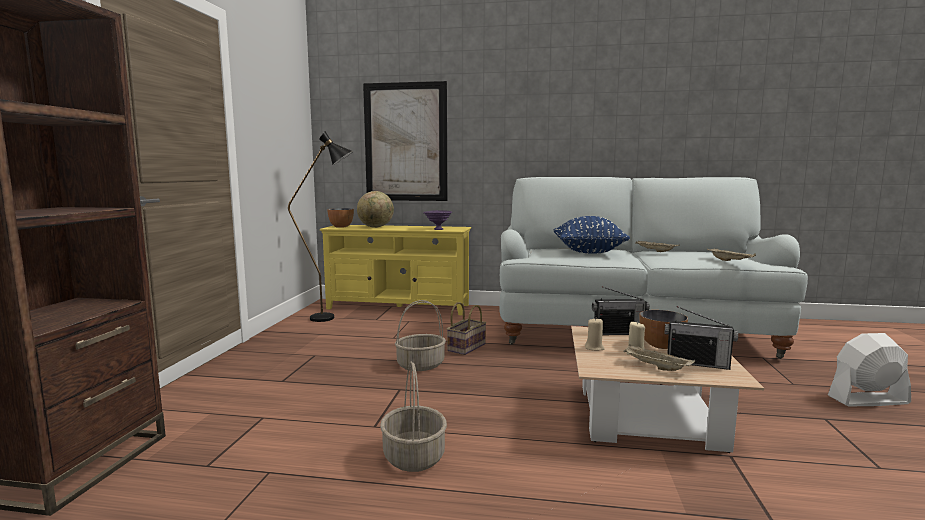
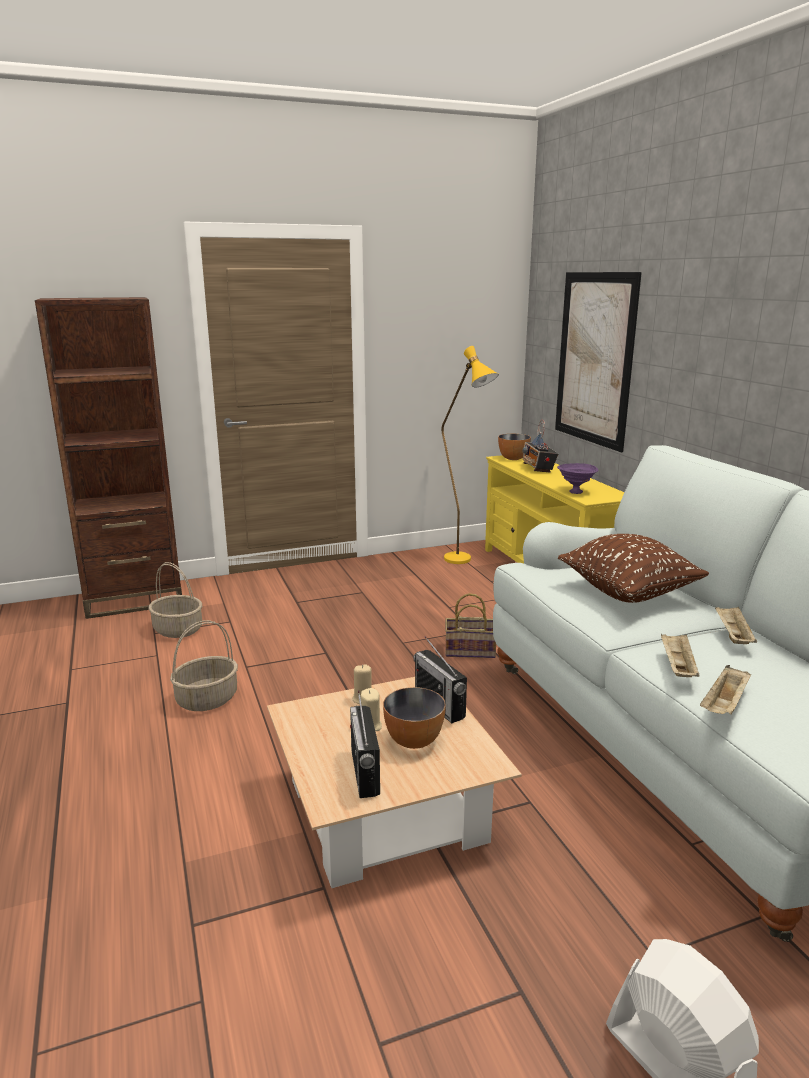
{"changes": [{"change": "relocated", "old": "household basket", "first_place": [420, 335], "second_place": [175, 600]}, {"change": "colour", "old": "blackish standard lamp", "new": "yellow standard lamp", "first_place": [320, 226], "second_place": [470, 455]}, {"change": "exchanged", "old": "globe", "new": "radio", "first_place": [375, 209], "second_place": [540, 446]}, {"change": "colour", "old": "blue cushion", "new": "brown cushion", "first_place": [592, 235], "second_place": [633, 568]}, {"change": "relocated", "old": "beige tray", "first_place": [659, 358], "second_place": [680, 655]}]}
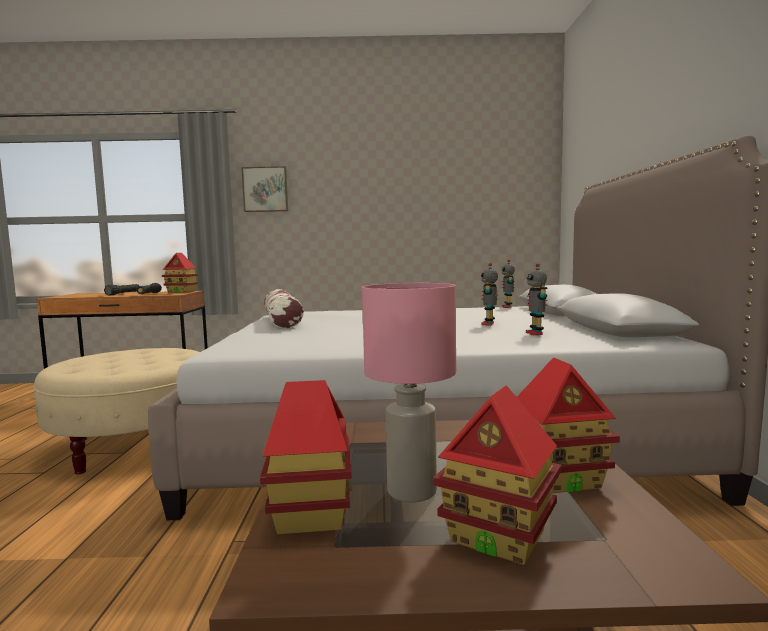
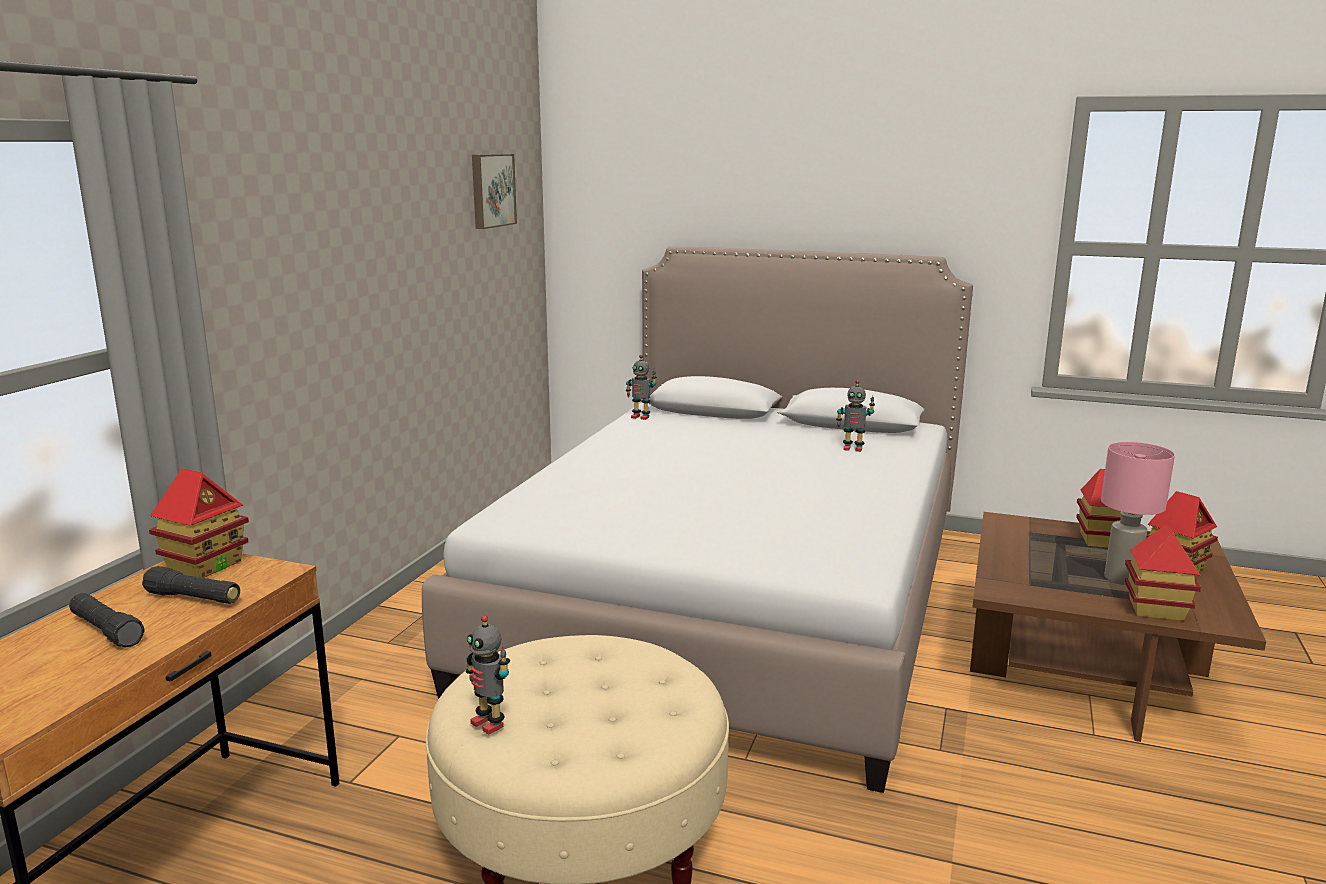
{"changes": [{"change": "relocated", "old": "model robot", "first_place": [489, 294], "second_place": [488, 675]}, {"change": "relocated", "old": "wall picture", "first_place": [264, 189], "second_place": [494, 191]}, {"change": "missing", "old": "cushion", "first_place": [284, 308]}]}
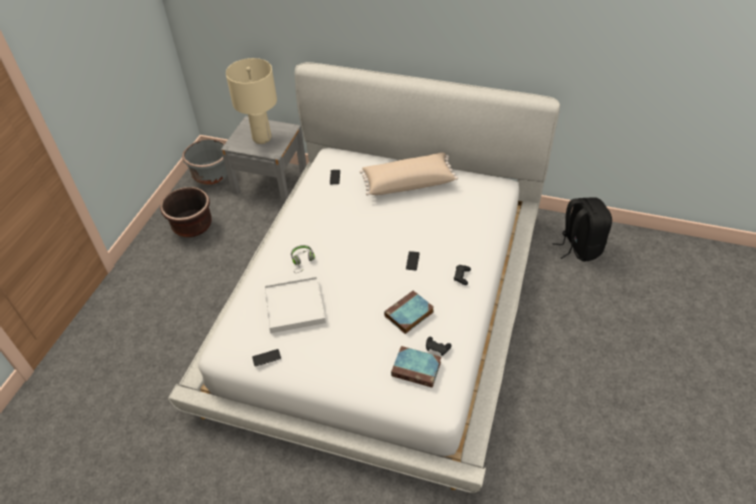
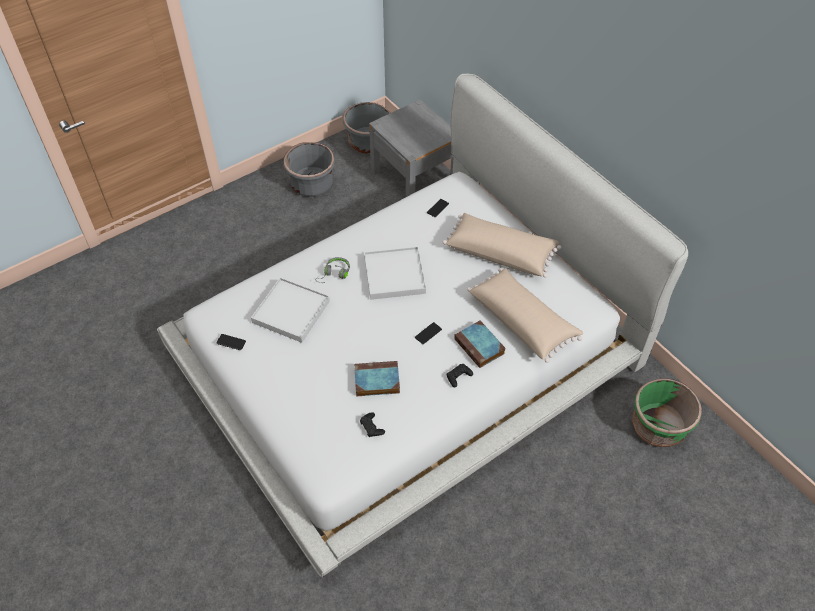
{"changes": [{"change": "colour", "old": "brown plant pot", "new": "gray plant pot", "first_place": [186, 212], "second_place": [309, 169]}, {"change": "appeared", "new": "white tray", "second_place": [395, 273]}, {"change": "relocated", "old": "bound book", "first_place": [416, 367], "second_place": [480, 344]}, {"change": "appeared", "new": "beige cushion", "second_place": [525, 315]}, {"change": "exchanged", "old": "blackish rucksack", "new": "greenish plant pot", "first_place": [582, 229], "second_place": [667, 412]}, {"change": "missing", "old": "beige lamp for a table", "first_place": [251, 101]}]}
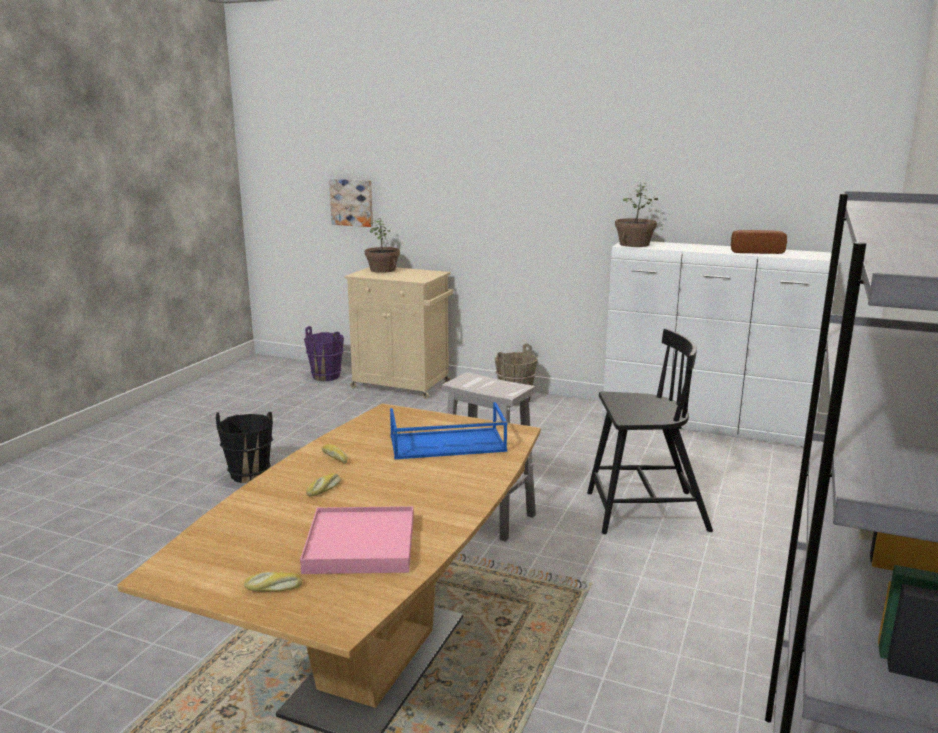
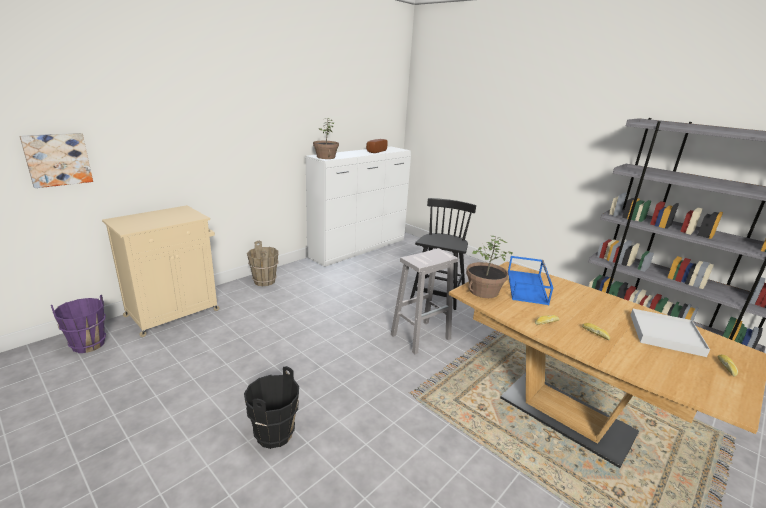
{"changes": [{"change": "relocated", "old": "plant in a pot", "first_place": [382, 245], "second_place": [489, 267]}, {"change": "colour", "old": "pinkish tray", "new": "white tray", "first_place": [356, 540], "second_place": [670, 333]}]}
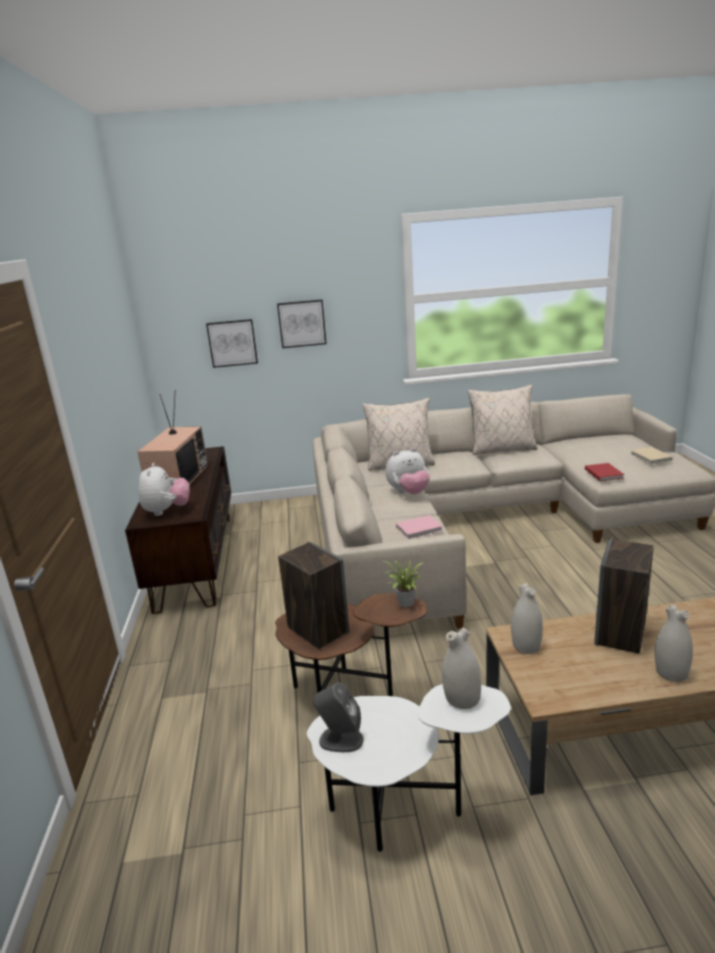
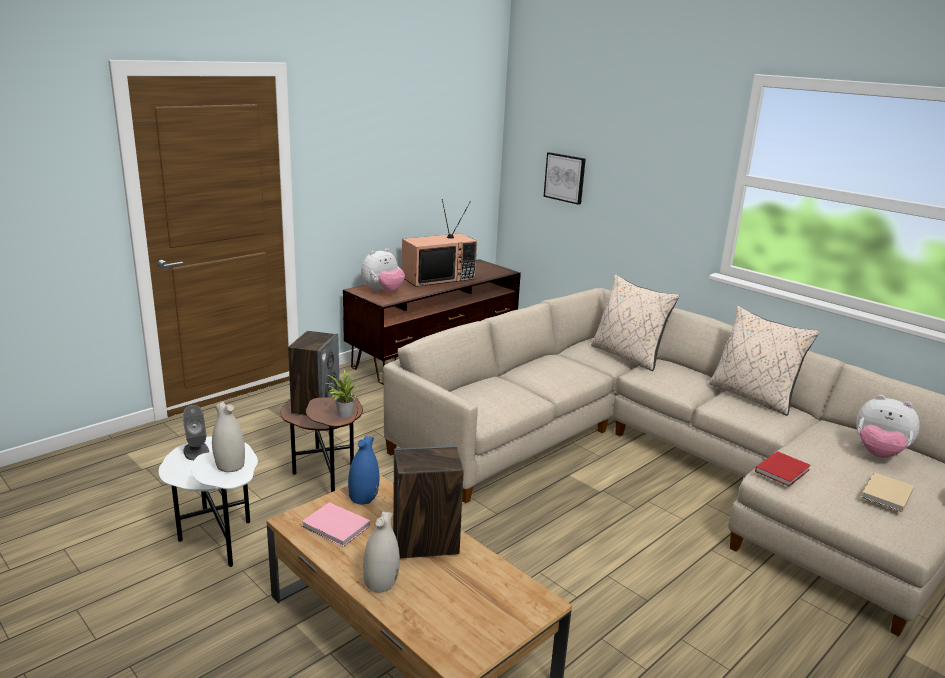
{"changes": [{"change": "relocated", "old": "pinkish bound book", "first_place": [419, 527], "second_place": [335, 524]}, {"change": "colour", "old": "white flower vase", "new": "blue flower vase", "first_place": [527, 618], "second_place": [363, 470]}, {"change": "relocated", "old": "plush toy", "first_place": [407, 471], "second_place": [888, 426]}, {"change": "missing", "old": "wall picture", "first_place": [302, 324]}]}
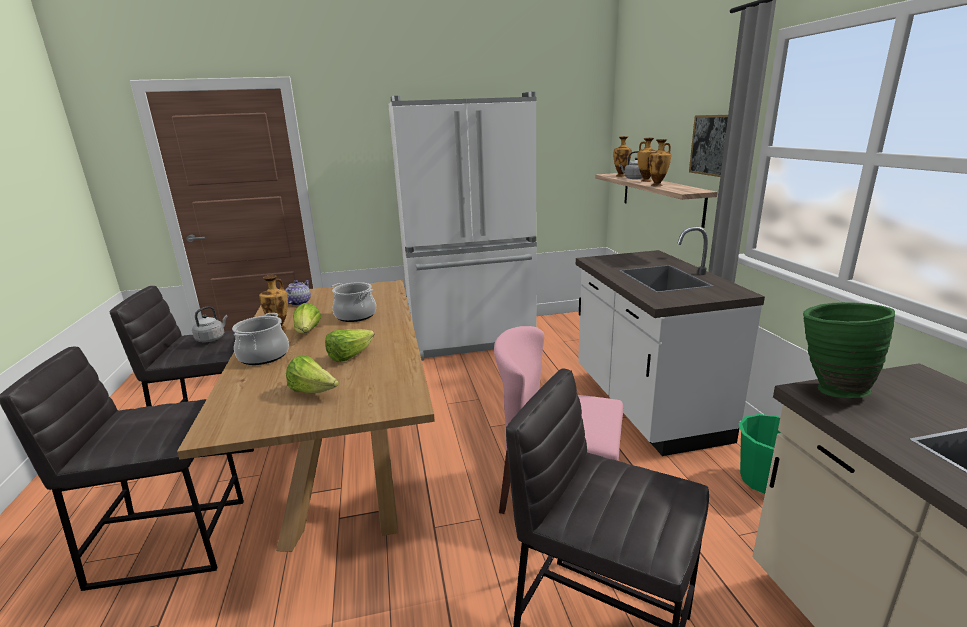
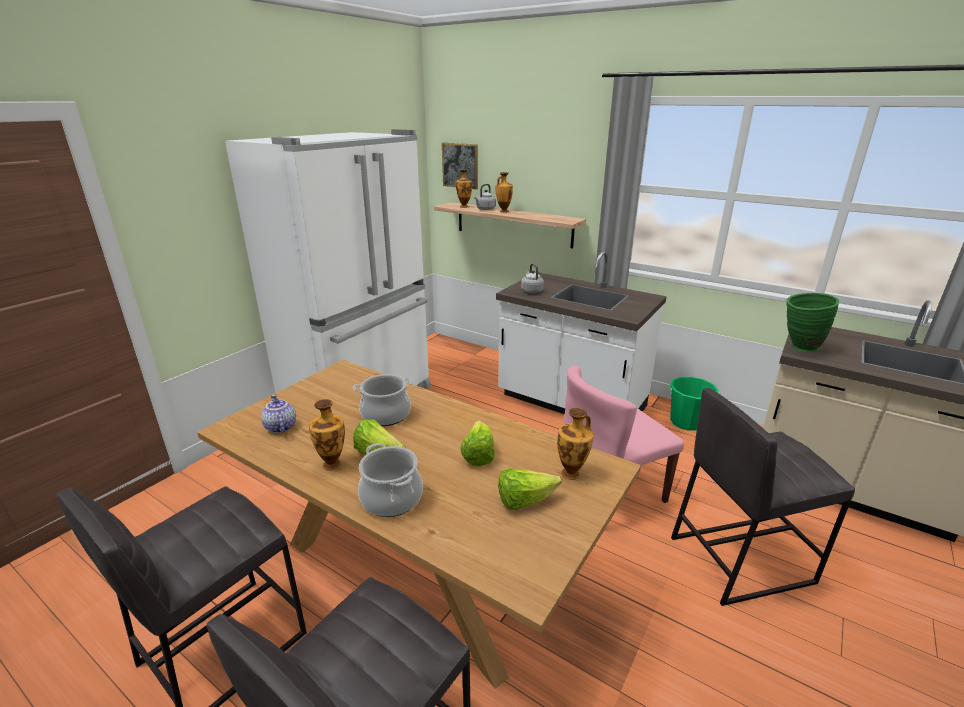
{"changes": [{"change": "relocated", "old": "wall picture", "first_place": [708, 146], "second_place": [460, 166]}, {"change": "relocated", "old": "gray water kettle", "first_place": [210, 324], "second_place": [532, 278]}, {"change": "relocated", "old": "flower vase", "first_place": [660, 162], "second_place": [575, 444]}]}
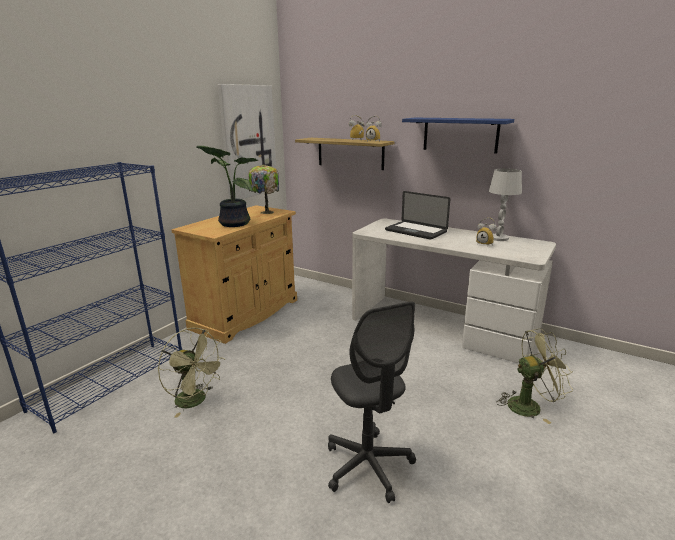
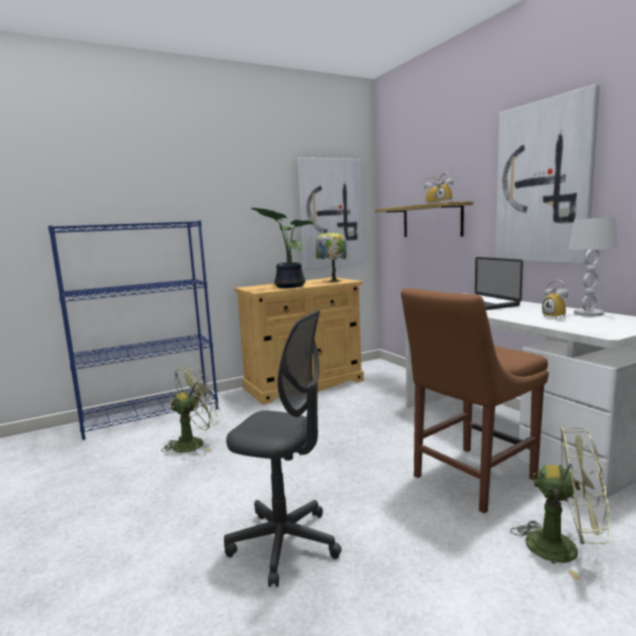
{"changes": [{"change": "spun", "old": "greenish cooling fan", "first_place": [192, 373], "second_place": [191, 408], "degrees": -105}, {"change": "spun", "old": "gray office chair", "first_place": [372, 402], "second_place": [283, 448], "degrees": -75}, {"change": "appeared", "new": "brown plain chair", "second_place": [475, 400]}, {"change": "exchanged", "old": "blue shelf", "new": "wall picture", "first_place": [458, 136], "second_place": [547, 174]}]}
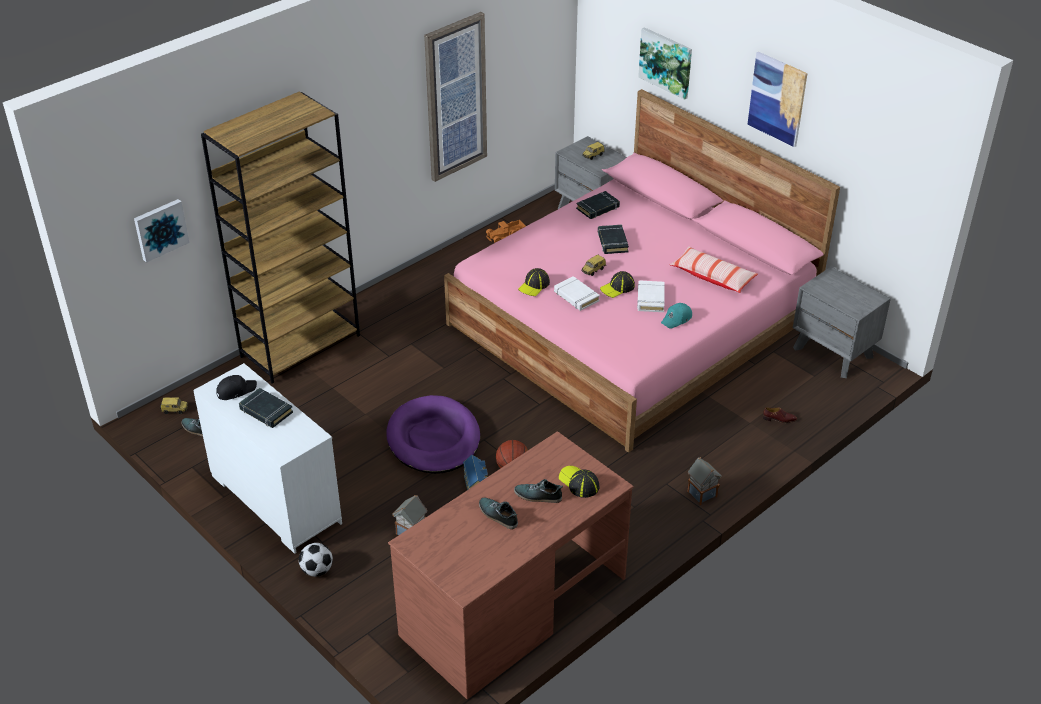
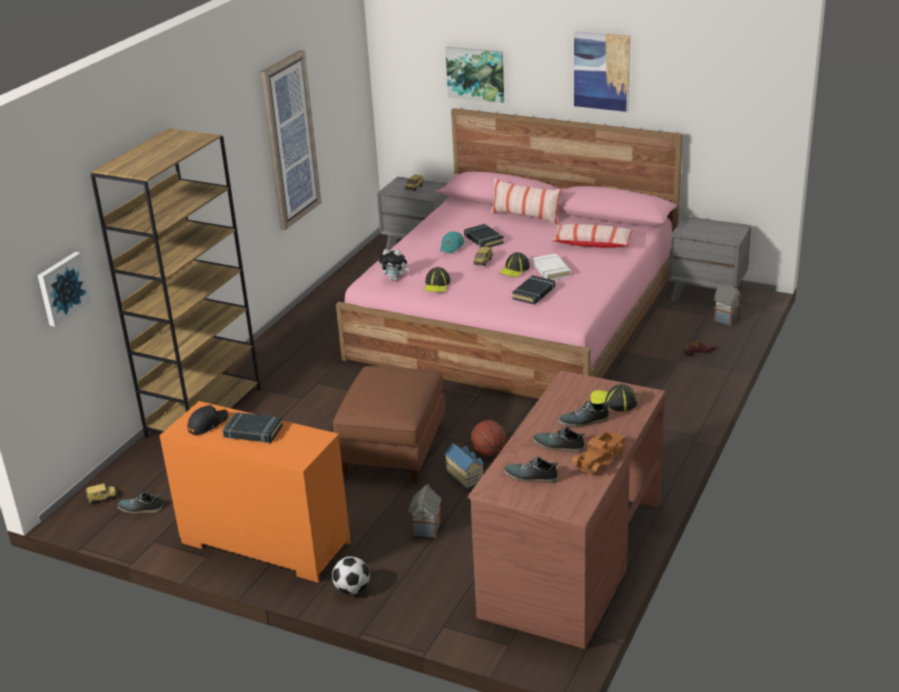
{"changes": [{"change": "colour", "old": "white dresser", "new": "orange-coloured dresser", "first_place": [267, 458], "second_place": [255, 492]}, {"change": "exchanged", "old": "purple-coloured dog bed", "new": "brown footrest", "first_place": [433, 434], "second_place": [389, 424]}, {"change": "appeared", "new": "plush toy", "second_place": [394, 265]}, {"change": "relocated", "old": "turquoise cap", "first_place": [676, 316], "second_place": [452, 242]}, {"change": "appeared", "new": "cushion", "second_place": [525, 201]}, {"change": "appeared", "new": "item of footwear", "second_place": [531, 470]}, {"change": "relocated", "old": "blackish bound book", "first_place": [598, 205], "second_place": [533, 290]}, {"change": "relocated", "old": "toy truck", "first_place": [506, 231], "second_place": [599, 453]}, {"change": "relocated", "old": "miniature house", "first_place": [704, 481], "second_place": [728, 305]}, {"change": "missing", "old": "white bound book", "first_place": [577, 293]}]}
